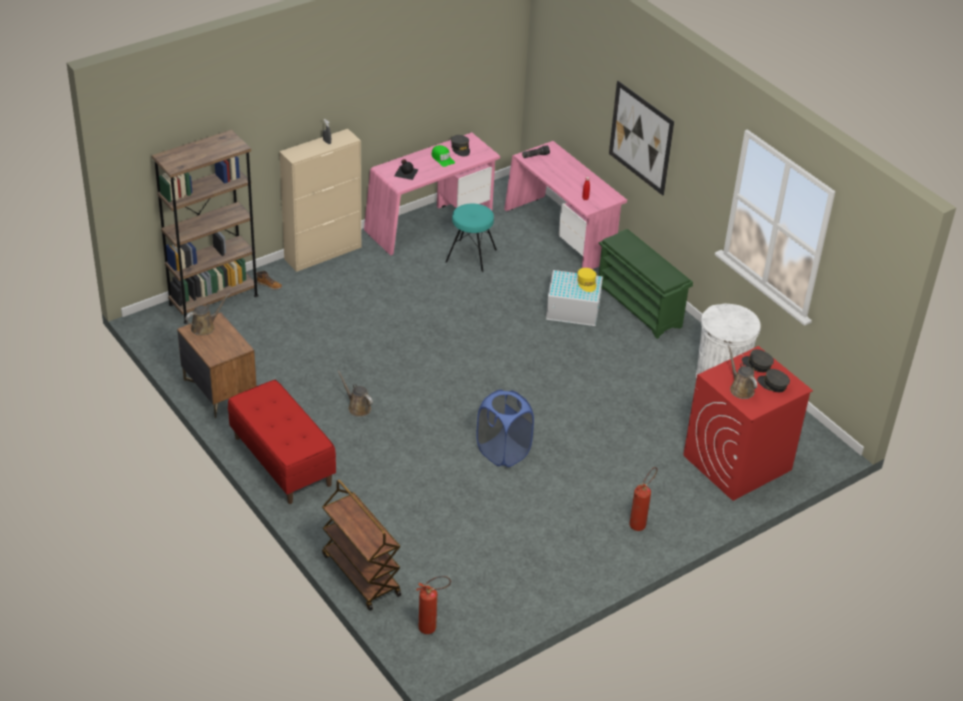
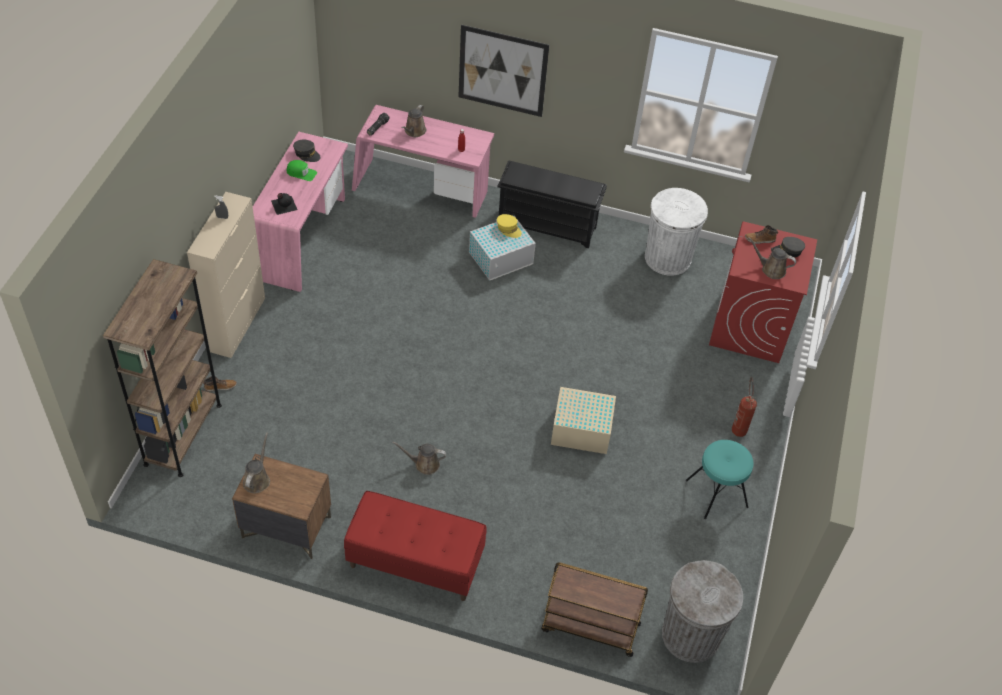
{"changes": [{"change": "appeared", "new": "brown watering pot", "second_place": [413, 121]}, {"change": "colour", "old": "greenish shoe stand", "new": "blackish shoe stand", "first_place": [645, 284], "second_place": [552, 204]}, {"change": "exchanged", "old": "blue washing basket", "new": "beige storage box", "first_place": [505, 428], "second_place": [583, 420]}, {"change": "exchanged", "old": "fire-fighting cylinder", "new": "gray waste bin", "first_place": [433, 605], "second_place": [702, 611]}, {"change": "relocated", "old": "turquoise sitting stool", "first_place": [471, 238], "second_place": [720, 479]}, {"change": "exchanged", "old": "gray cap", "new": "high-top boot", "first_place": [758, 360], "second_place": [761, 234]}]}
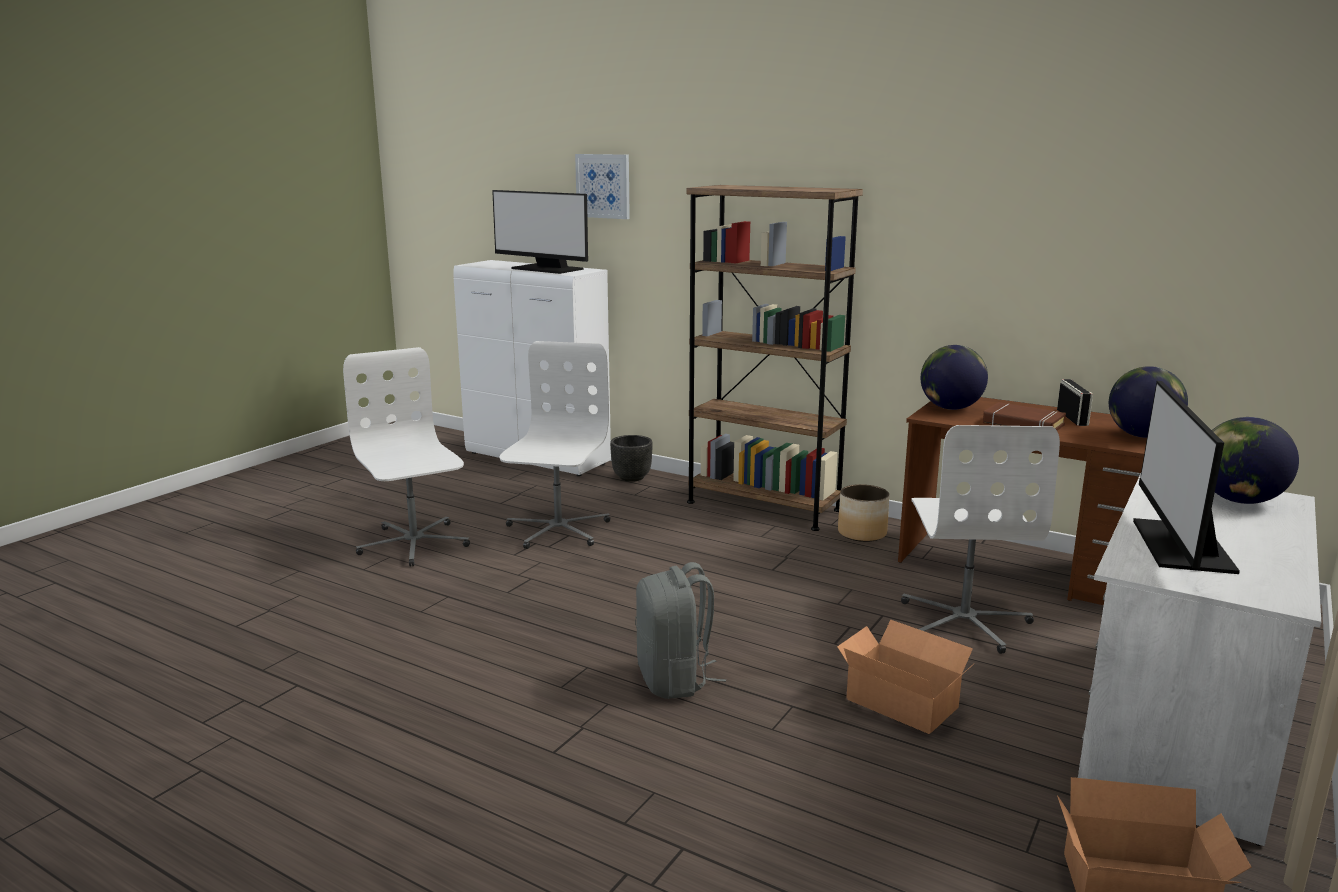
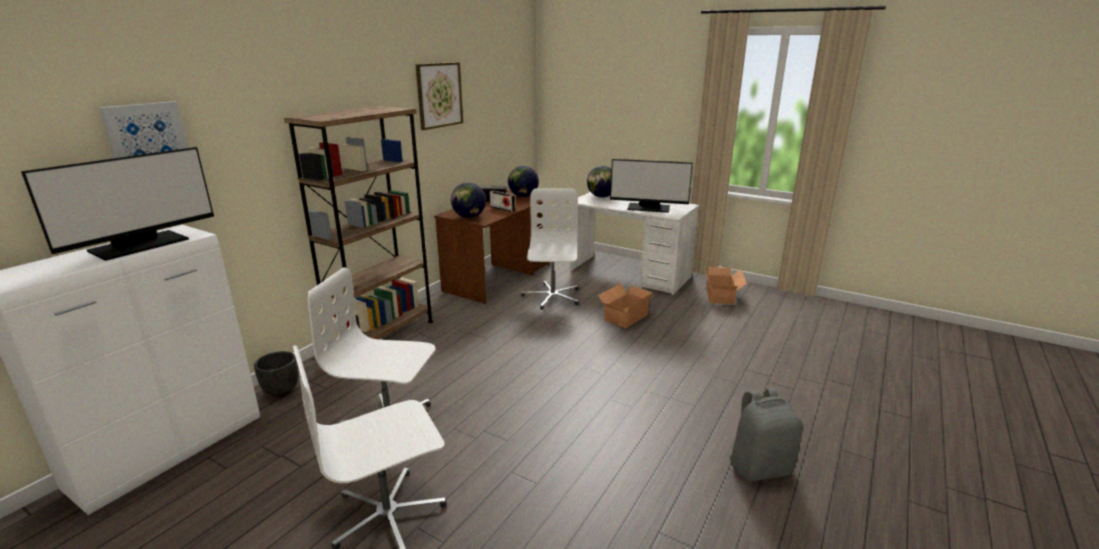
{"changes": [{"change": "appeared", "new": "wall picture", "second_place": [439, 96]}, {"change": "exchanged", "old": "brown bound book", "new": "radio", "first_place": [1024, 416], "second_place": [502, 201]}, {"change": "spun", "old": "white office chair", "first_place": [980, 539], "second_place": [550, 249], "degrees": -90}, {"change": "relocated", "old": "gray rucksack", "first_place": [680, 630], "second_place": [766, 434]}, {"change": "missing", "old": "plant pot", "first_place": [864, 513]}]}
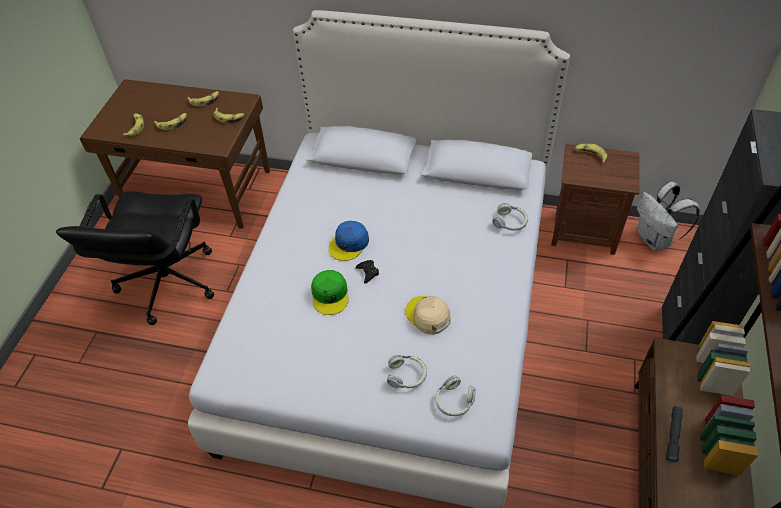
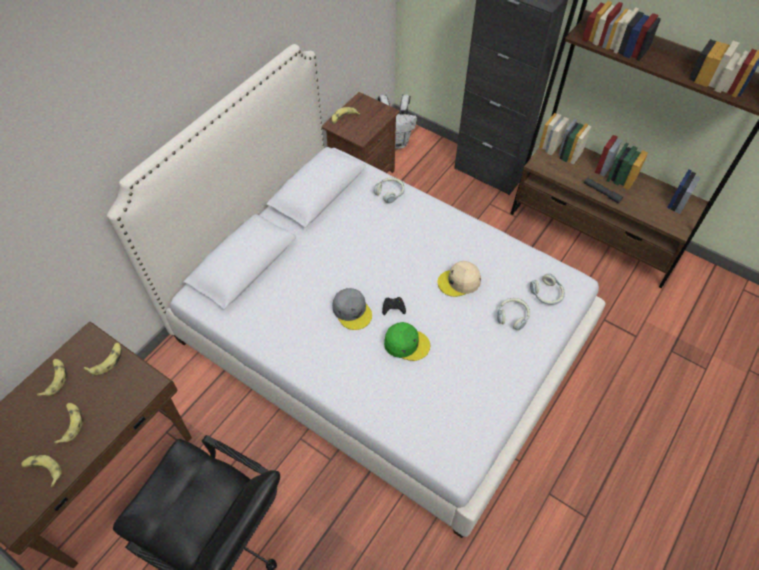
{"changes": [{"change": "colour", "old": "blue cap", "new": "gray cap", "first_place": [349, 241], "second_place": [352, 309]}]}
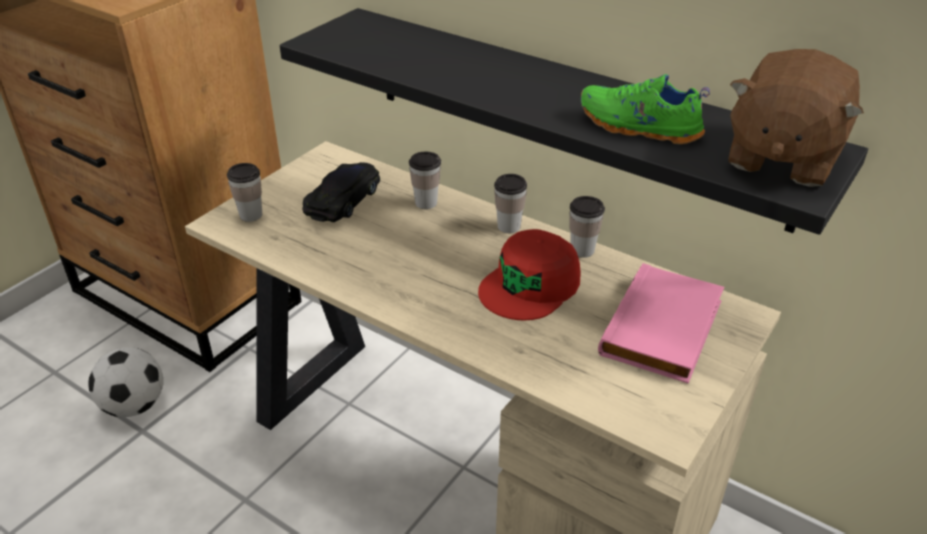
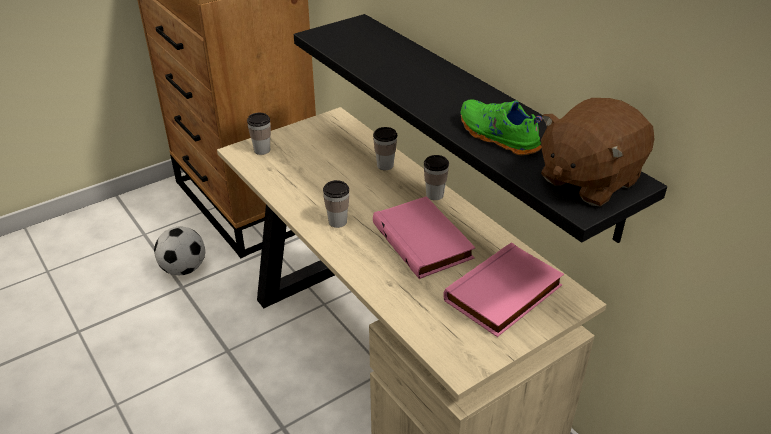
{"changes": [{"change": "relocated", "old": "small cup", "first_place": [587, 227], "second_place": [336, 204]}, {"change": "exchanged", "old": "reddish cap", "new": "pinkish bound book", "first_place": [529, 275], "second_place": [424, 237]}, {"change": "missing", "old": "blackish toy car", "first_place": [341, 192]}]}
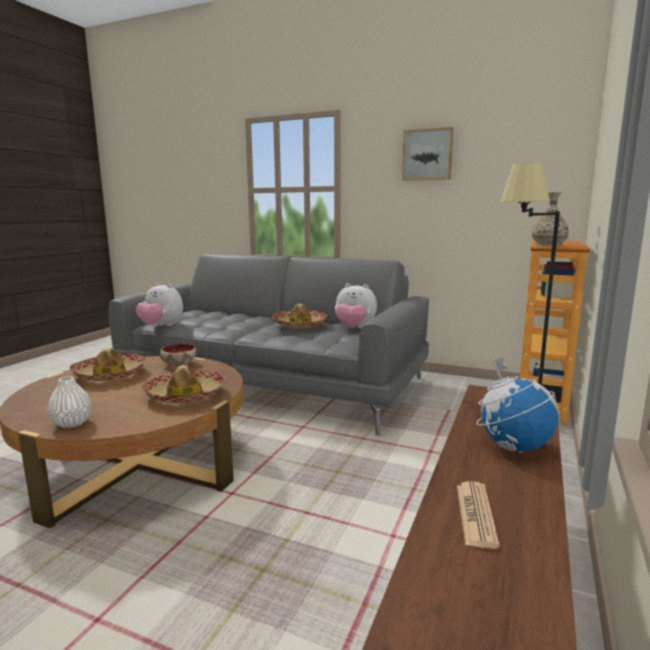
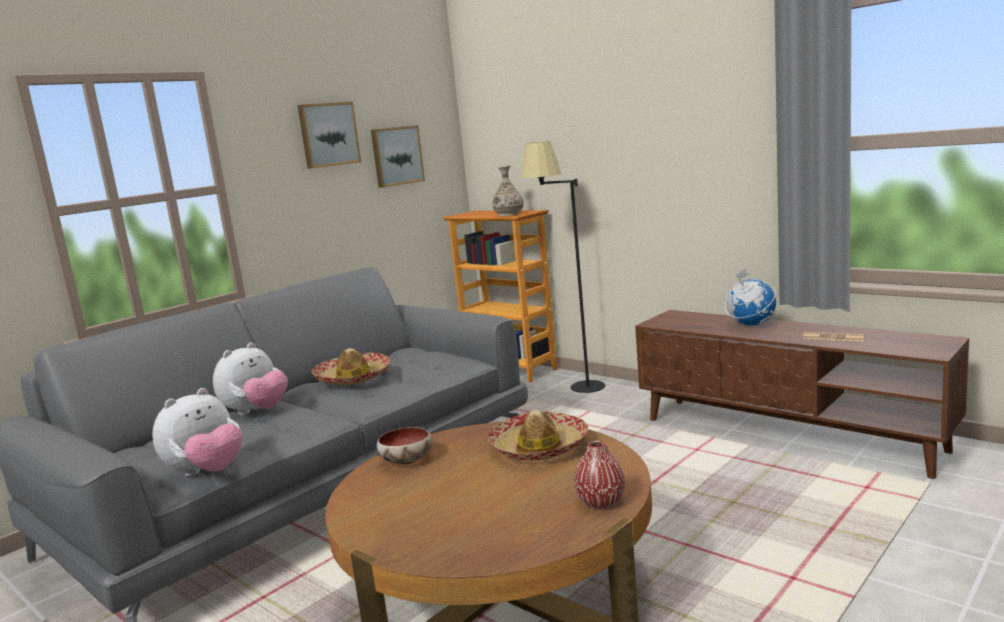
{"changes": [{"change": "relocated", "old": "plush toy", "first_place": [356, 305], "second_place": [250, 378]}, {"change": "appeared", "new": "wall picture", "second_place": [398, 156]}, {"change": "colour", "old": "white flower vase", "new": "reddish flower vase", "first_place": [70, 402], "second_place": [599, 474]}, {"change": "missing", "old": "wearable hat", "first_place": [107, 364]}]}
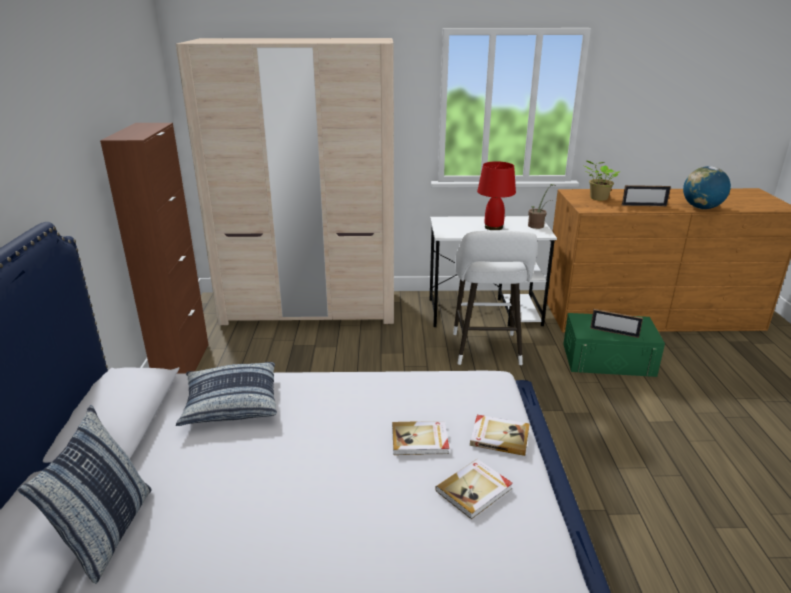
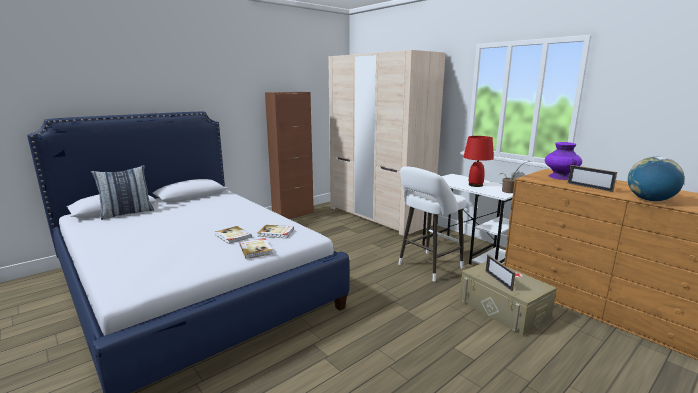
{"changes": [{"change": "relocated", "old": "bound book", "first_place": [474, 489], "second_place": [275, 231]}, {"change": "colour", "old": "greenish storage box", "new": "beige storage box", "first_place": [614, 345], "second_place": [508, 299]}, {"change": "exchanged", "old": "plant in a pot", "new": "purple-coloured flower vase", "first_place": [602, 180], "second_place": [563, 161]}, {"change": "missing", "old": "cushion", "first_place": [226, 394]}]}
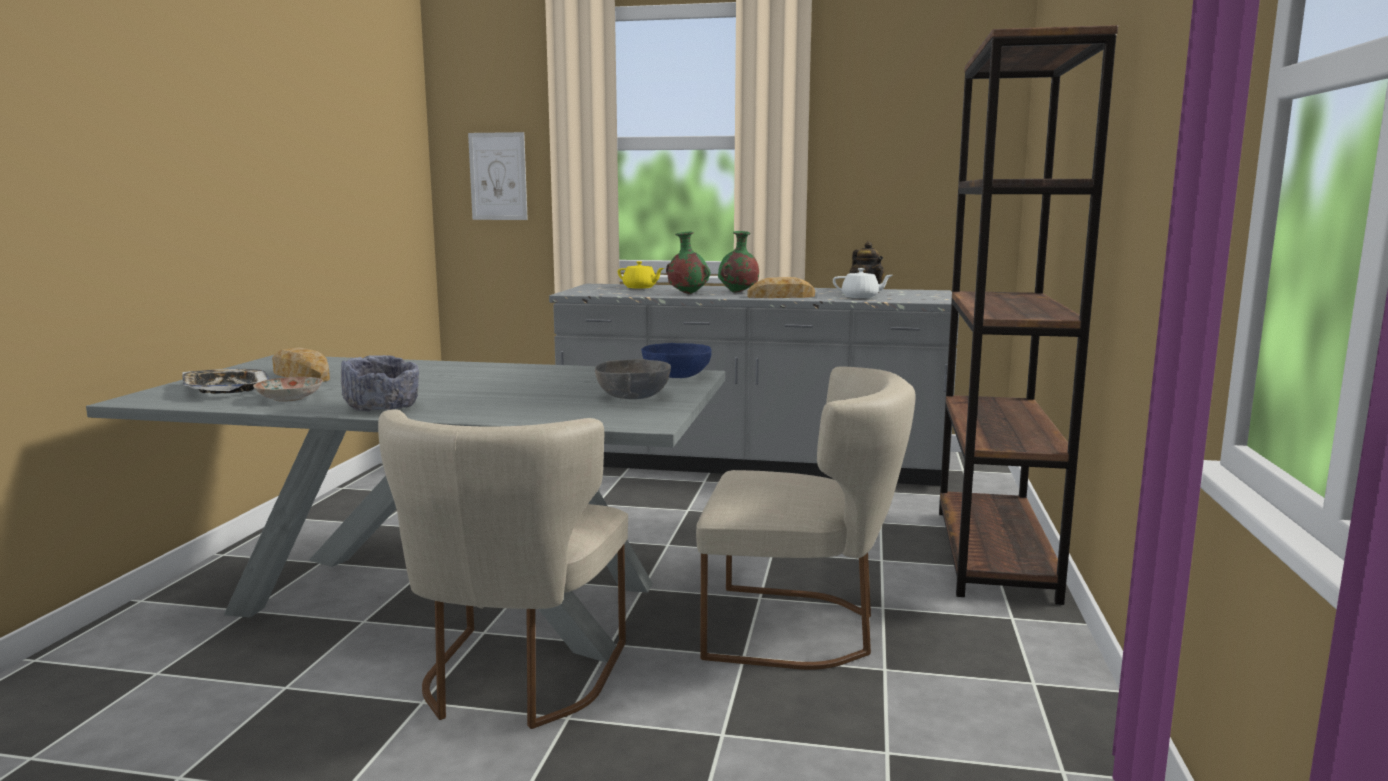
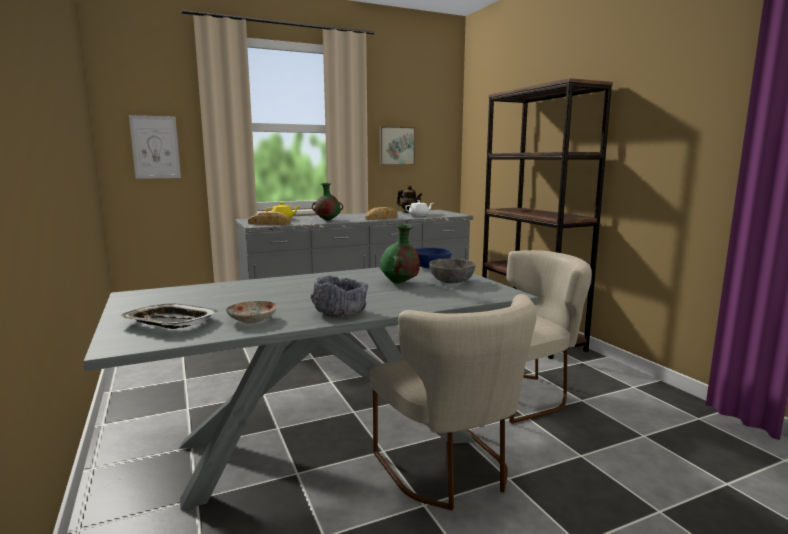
{"changes": [{"change": "relocated", "old": "bakery bread", "first_place": [301, 364], "second_place": [269, 218]}, {"change": "appeared", "new": "wall picture", "second_place": [397, 145]}, {"change": "relocated", "old": "greenish flower vase", "first_place": [738, 262], "second_place": [400, 254]}]}
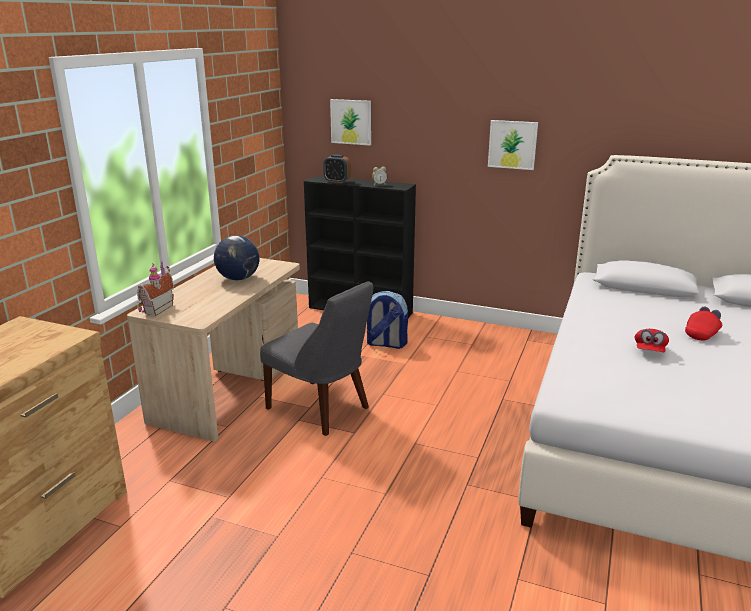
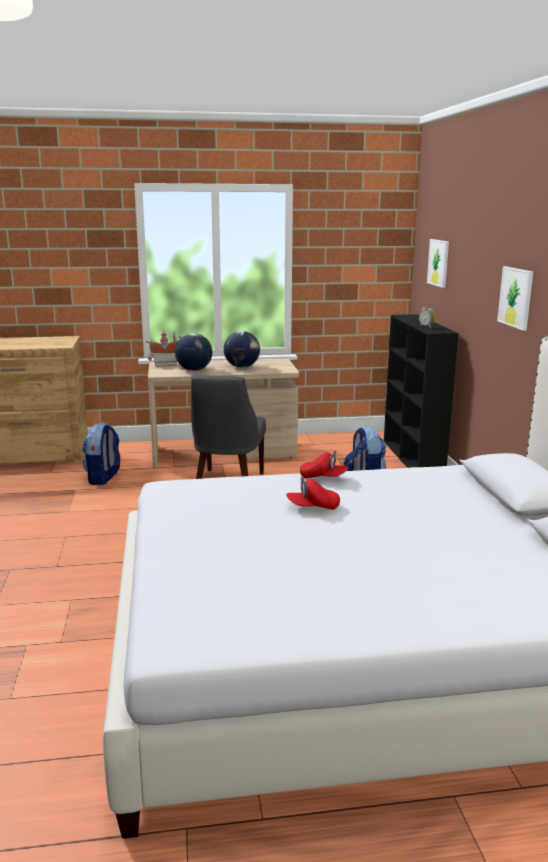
{"changes": [{"change": "appeared", "new": "rucksack", "second_place": [101, 453]}, {"change": "appeared", "new": "globe", "second_place": [193, 352]}, {"change": "relocated", "old": "reddish cap", "first_place": [703, 323], "second_place": [324, 464]}, {"change": "missing", "old": "bedside clock", "first_place": [337, 168]}]}
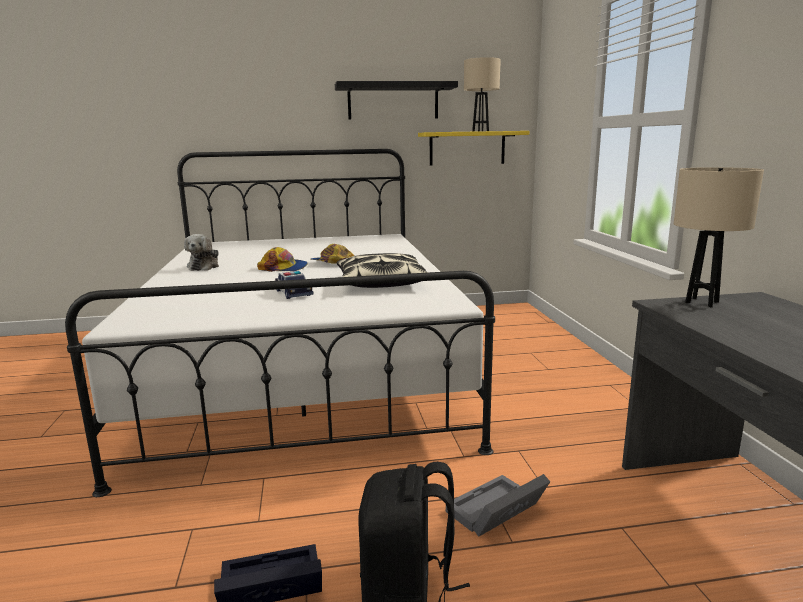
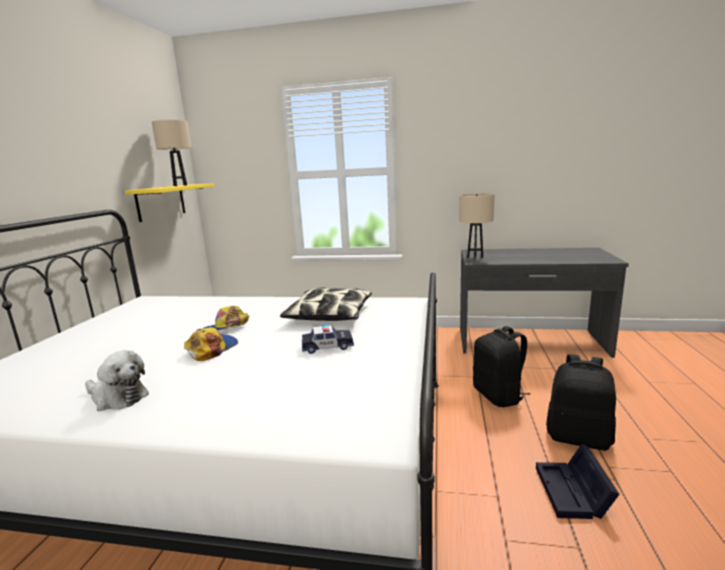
{"changes": [{"change": "exchanged", "old": "gray storage box", "new": "blackish rucksack", "first_place": [498, 505], "second_place": [501, 366]}, {"change": "missing", "old": "blackish shelf", "first_place": [396, 100]}]}
